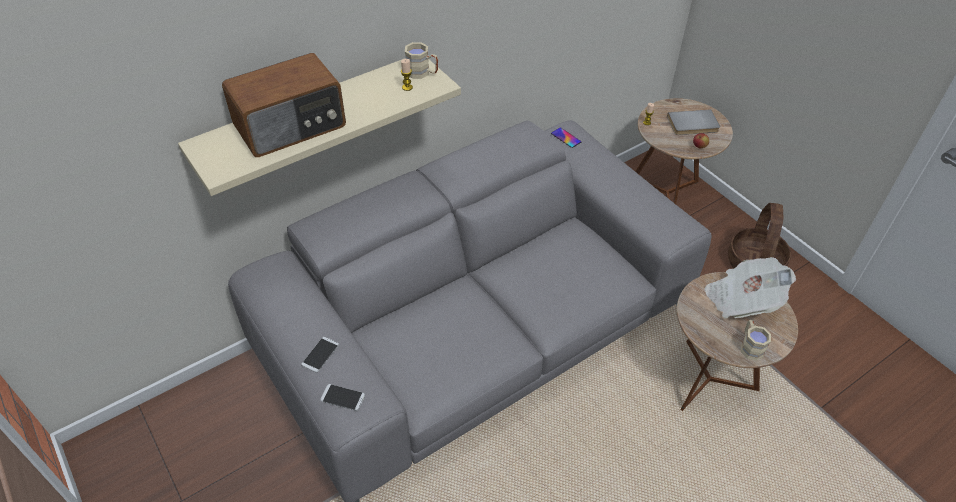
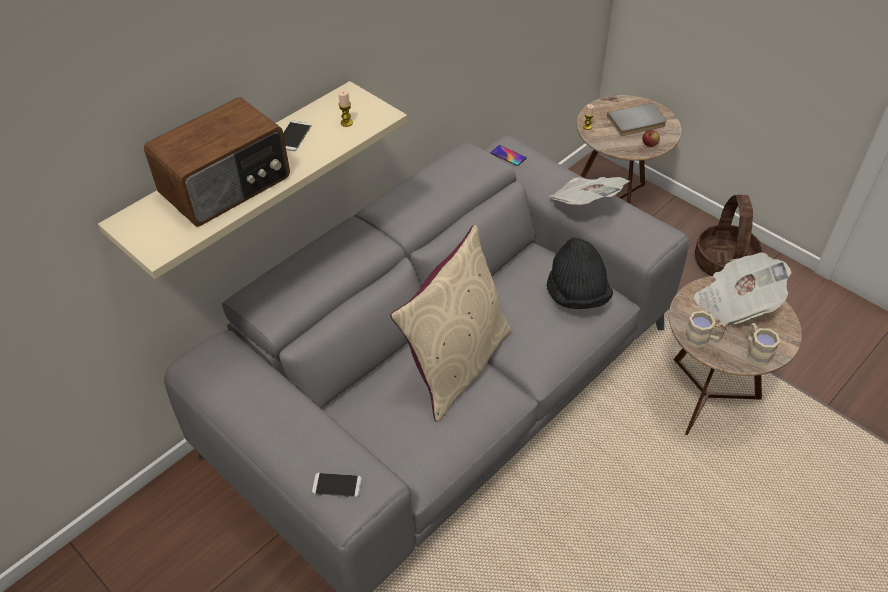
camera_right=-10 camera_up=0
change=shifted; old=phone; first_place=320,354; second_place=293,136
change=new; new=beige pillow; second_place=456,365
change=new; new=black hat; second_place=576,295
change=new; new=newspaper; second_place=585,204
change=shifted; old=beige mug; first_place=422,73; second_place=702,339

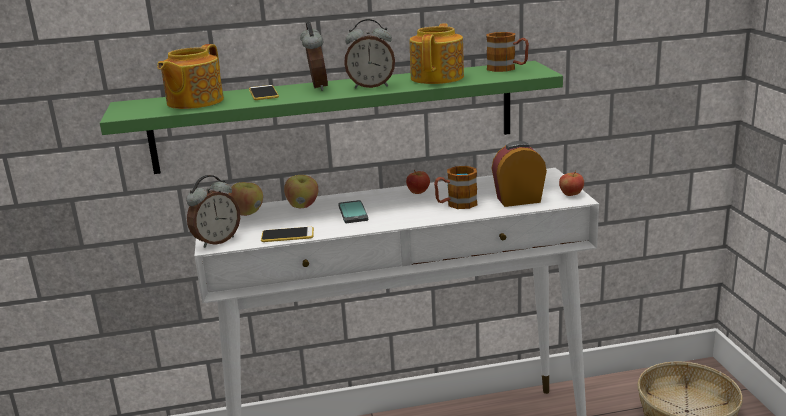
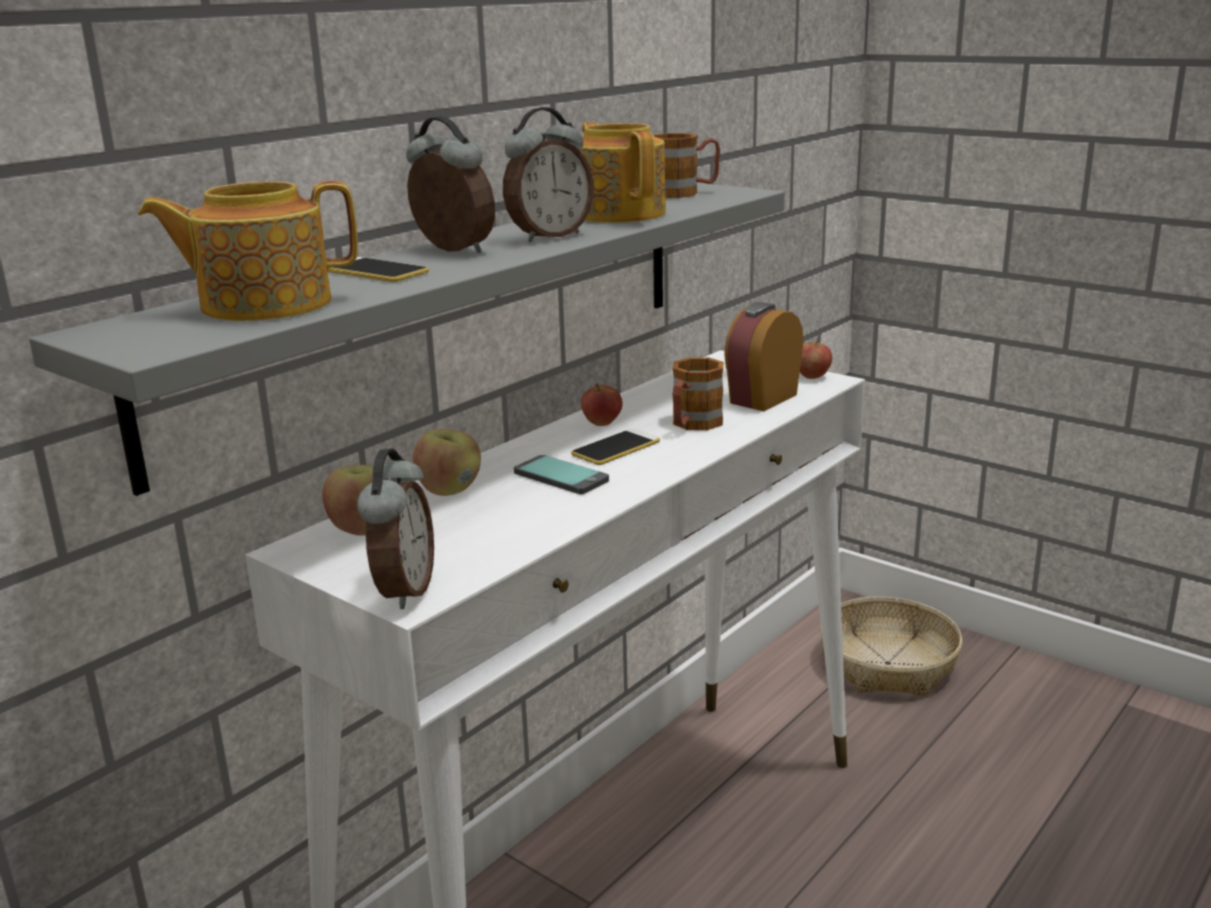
camera_right=-40 camera_up=0
change=repainted; old=green shelf; new=grey shelf; first_place=335,117; second_place=446,311
change=rotated; old=teapot; first_place=194,102; second_place=263,304; degrees=90
change=shifted; old=phone; first_place=287,235; second_place=616,448

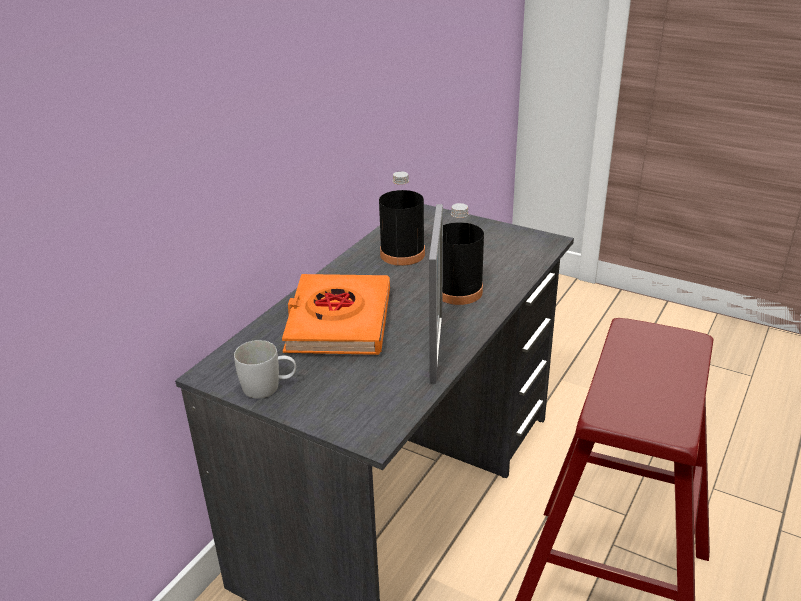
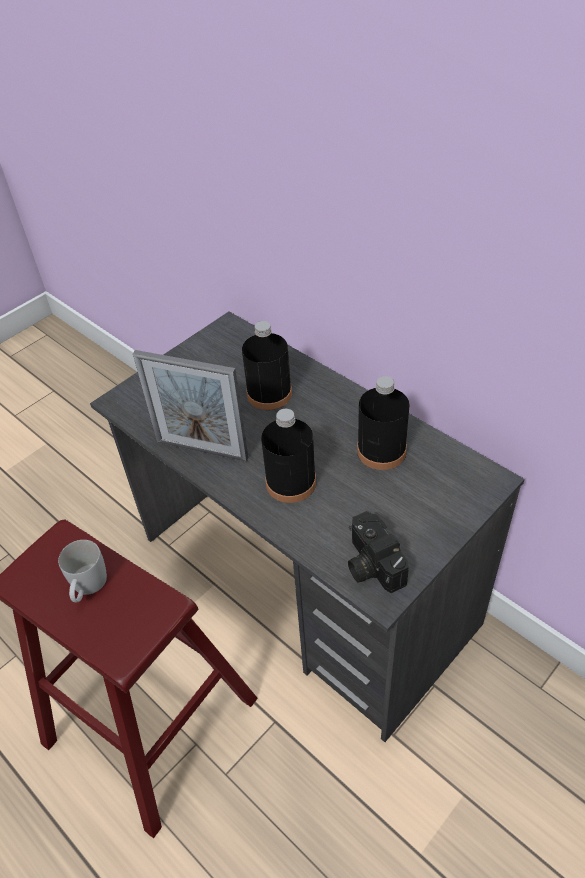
camera_right=105 camera_up=15
change=shifted; old=white mug; first_place=269,387; second_place=87,587
change=swapped; old=orange book; new=black bottle; first_place=338,321; second_place=269,394
change=new; new=photo camera; second_place=370,564

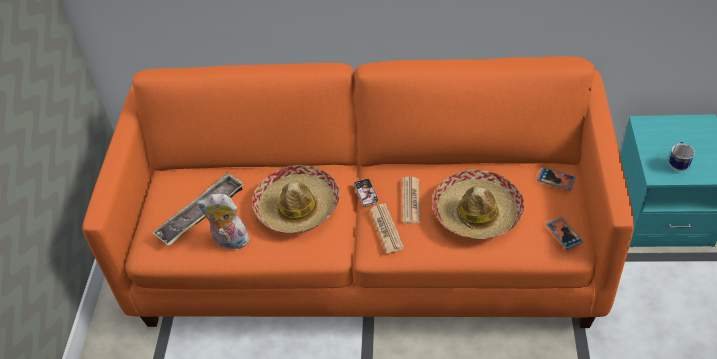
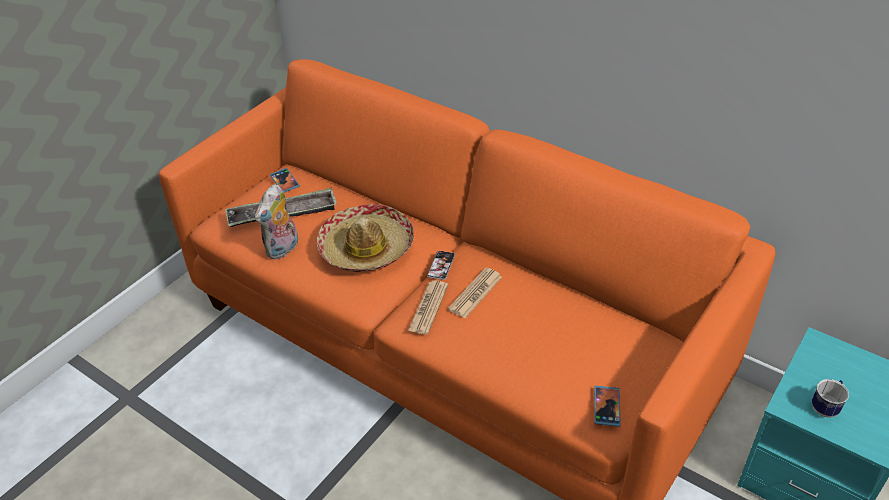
camera_right=30 camera_up=-5
change=rotated; old=plush toy; first_place=229,242; second_place=283,249; degrees=-105
change=shifted; old=phone; first_place=556,180; second_place=284,181
change=gone; old=hat; first_place=476,212

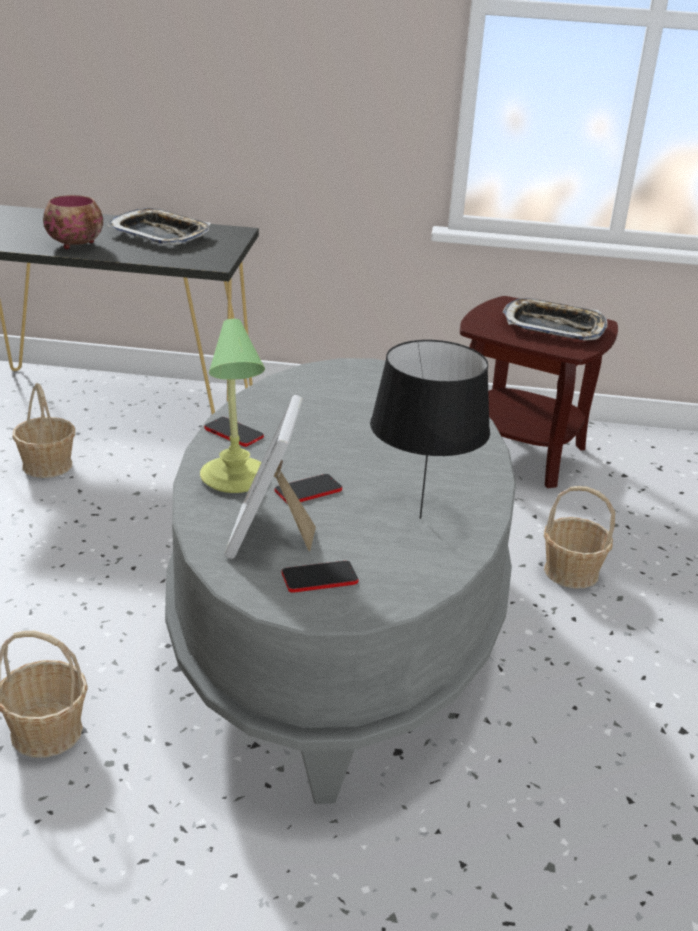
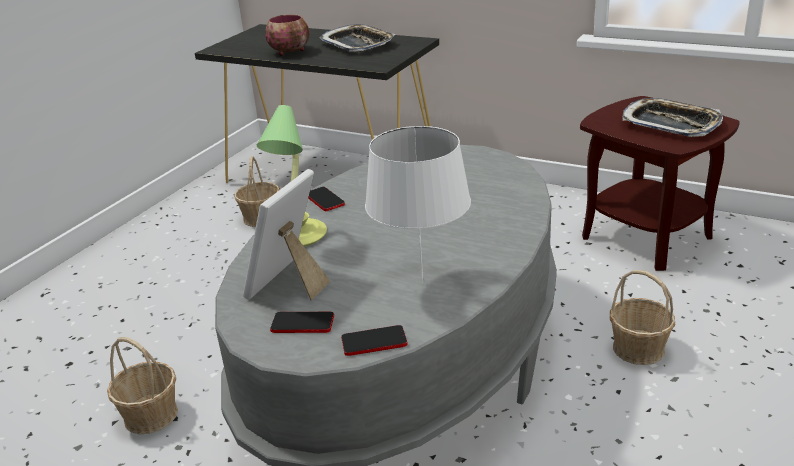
camera_right=25 camera_up=0
change=shifted; old=phone; first_place=308,490; second_place=374,342
change=repainted; old=black table lamp; new=white table lamp; first_place=418,518; second_place=421,282

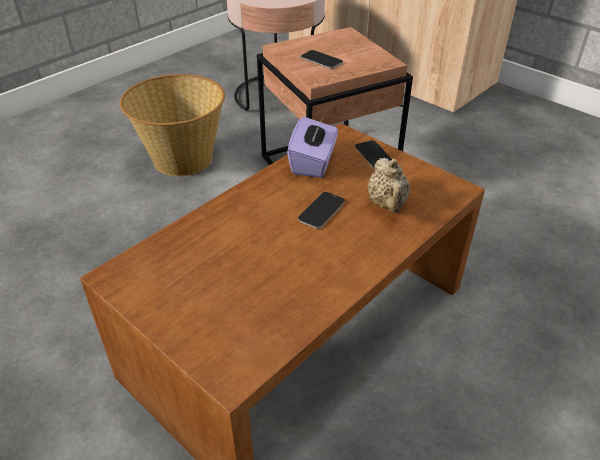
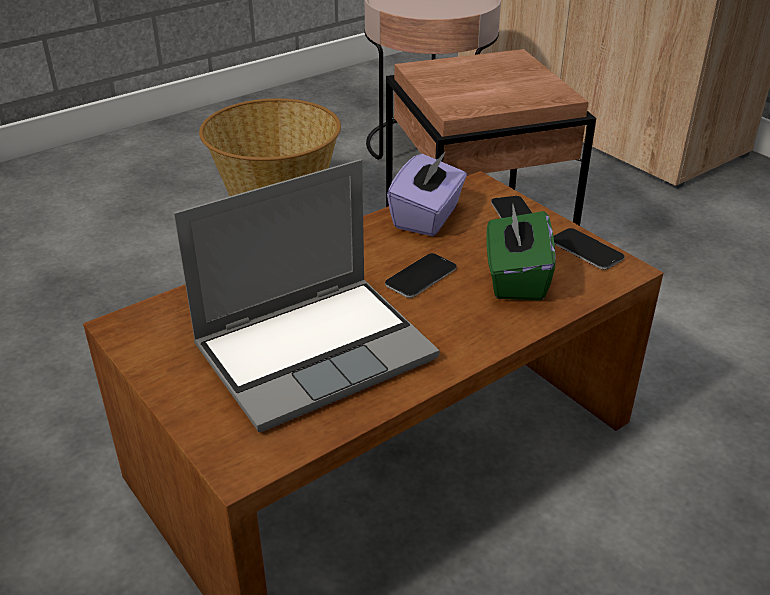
camera_right=10 camera_up=-5
change=new; new=laptop; second_place=316,351
change=swapped; old=beige teapot; new=green tissue box; first_place=387,205; second_place=515,278
change=shifted; old=phone; first_place=321,60; second_place=586,250

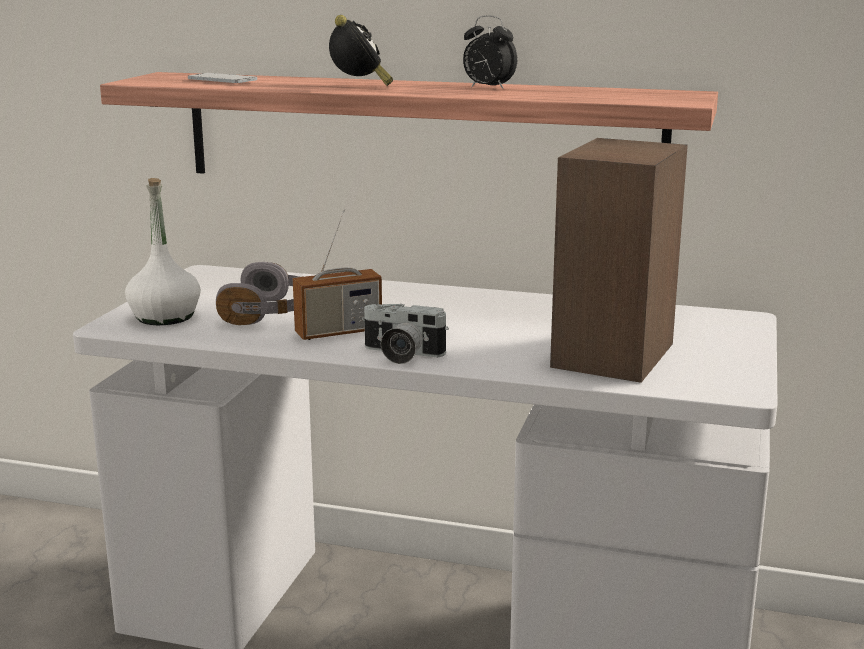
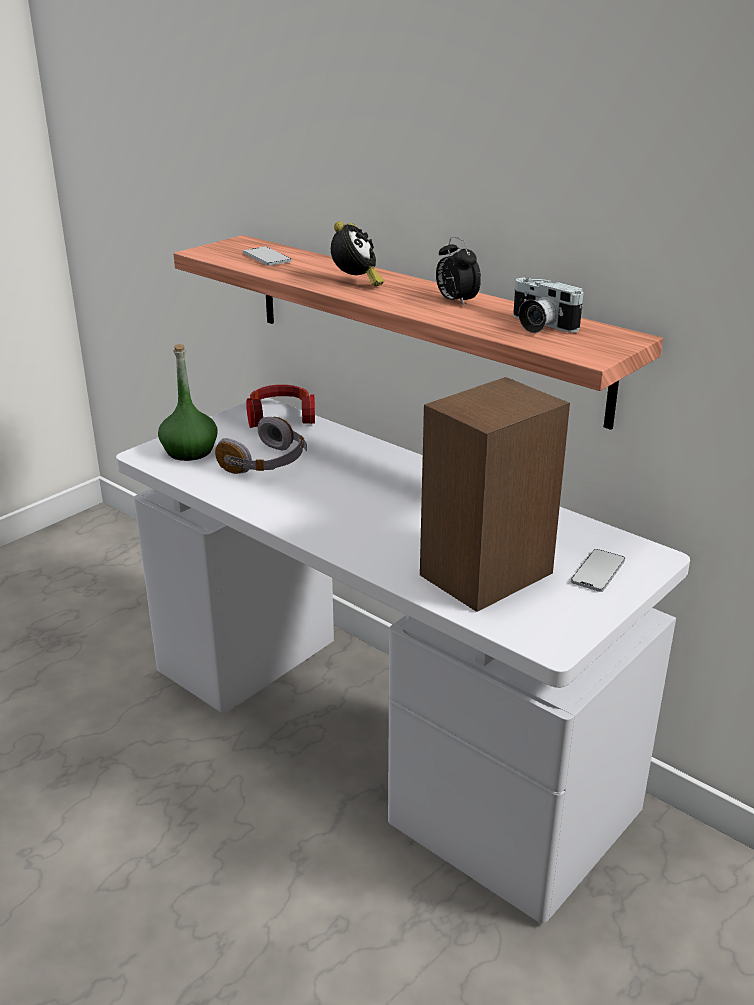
camera_right=25 camera_up=10
change=repainted; old=white bottle; new=green bottle; first_place=165,317; second_place=190,451
change=new; new=headphones; second_place=280,416
change=shifted; old=photo camera; first_place=401,354; second_place=539,326
change=new; new=phone; second_place=598,571
change=gone; old=radio; first_place=338,332

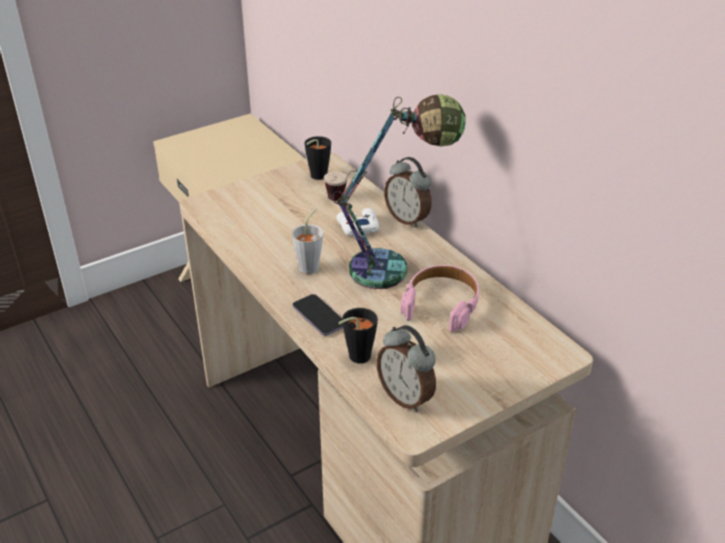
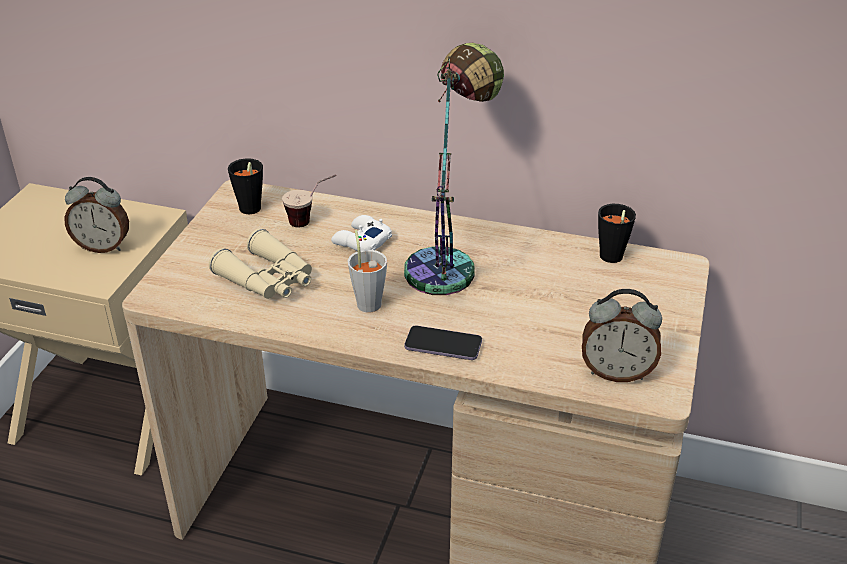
camera_right=-40 camera_up=0
change=shifted; old=alarm clock; first_place=408,219; second_place=103,246
change=new; new=beige binoculars; second_place=268,280
change=shifted; old=black cup; first_place=355,358; second_place=610,259
change=gone; old=pink headphones; first_place=441,304

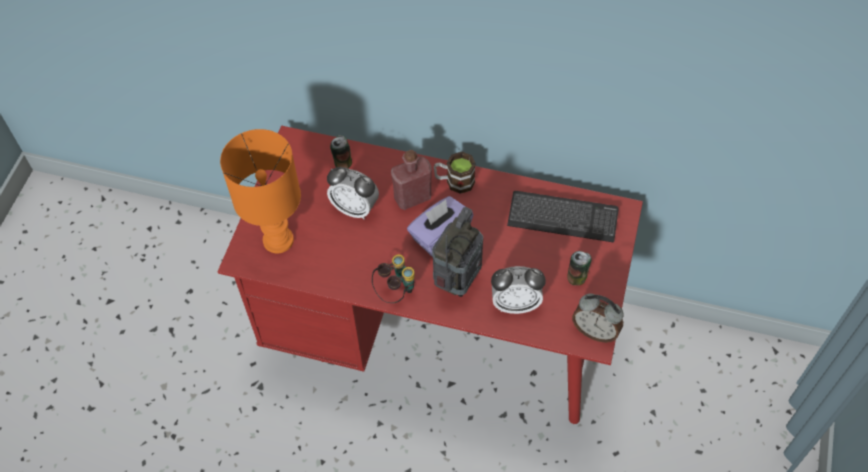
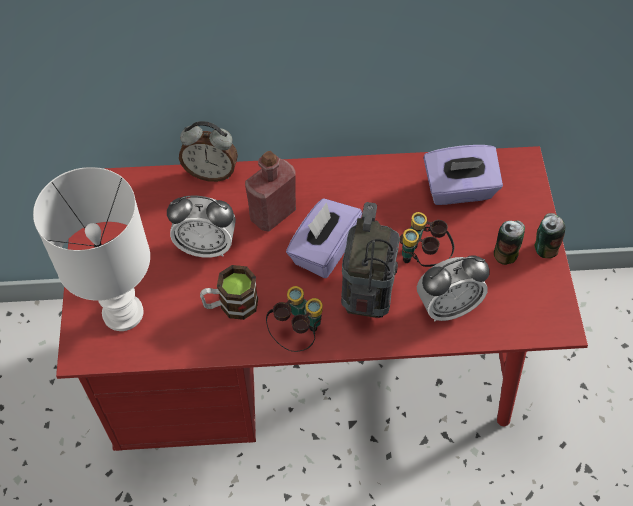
camera_right=-20 camera_up=0
change=repainted; old=orange table lamp; new=white table lamp; first_place=279,240; second_place=124,312
change=shifted; old=alarm clock; first_place=595,331; second_place=211,172
change=shifted; old=mug; first_place=454,181; second_place=231,305
change=new; new=binoculars; second_place=423,258
change=swapped; old=keyboard; new=purple tissue box; first_place=562,218; second_place=459,190
change=shifted; old=can; first_place=342,163; second_place=544,248

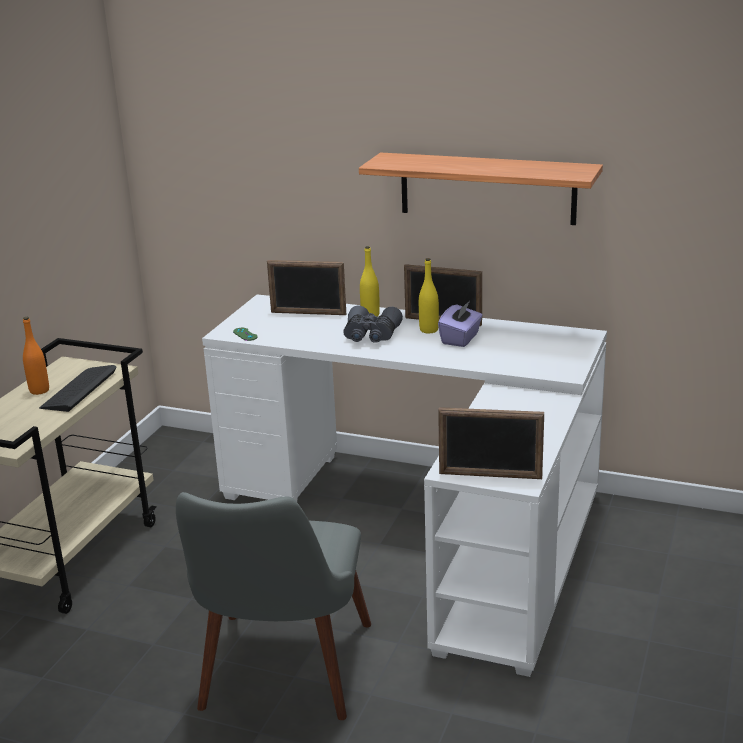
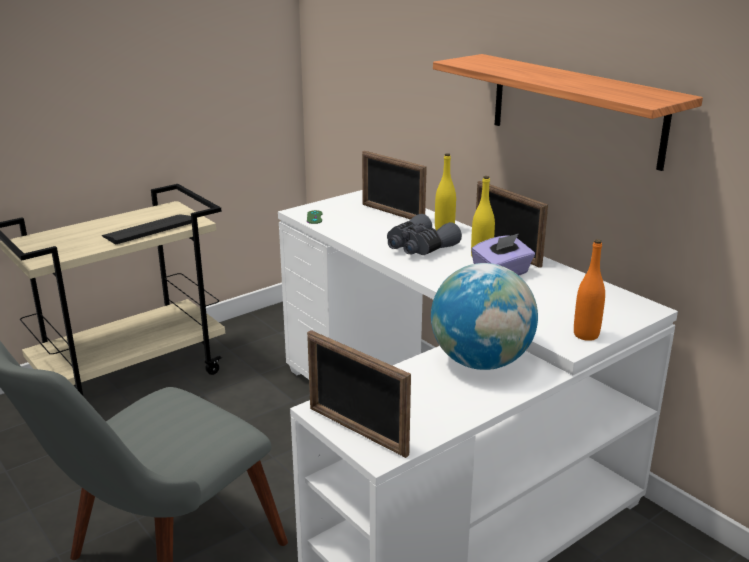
camera_right=30 camera_up=0
change=new; new=globe; second_place=481,362
change=shifted; old=orange bottle; first_place=39,390; second_place=586,335

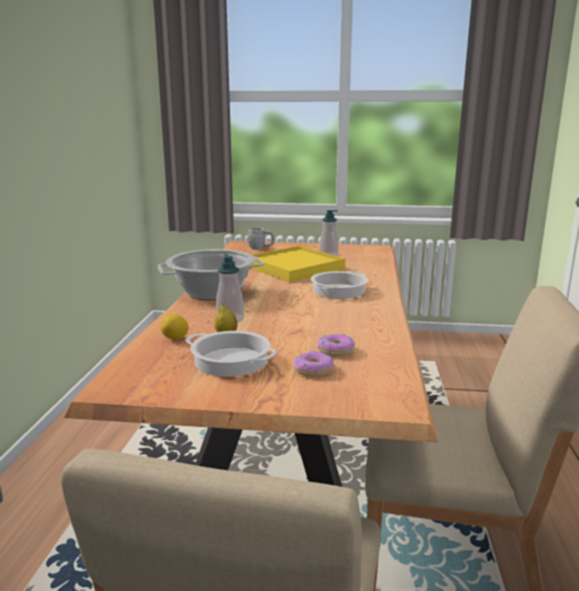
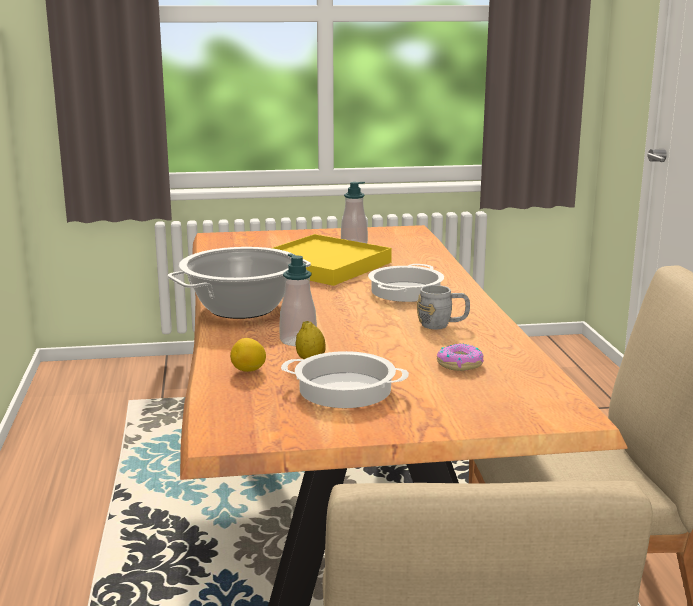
camera_right=-15 camera_up=0
change=shifted; old=grey mug; first_place=260,248; second_place=442,325
change=gone; old=donut; first_place=313,369

